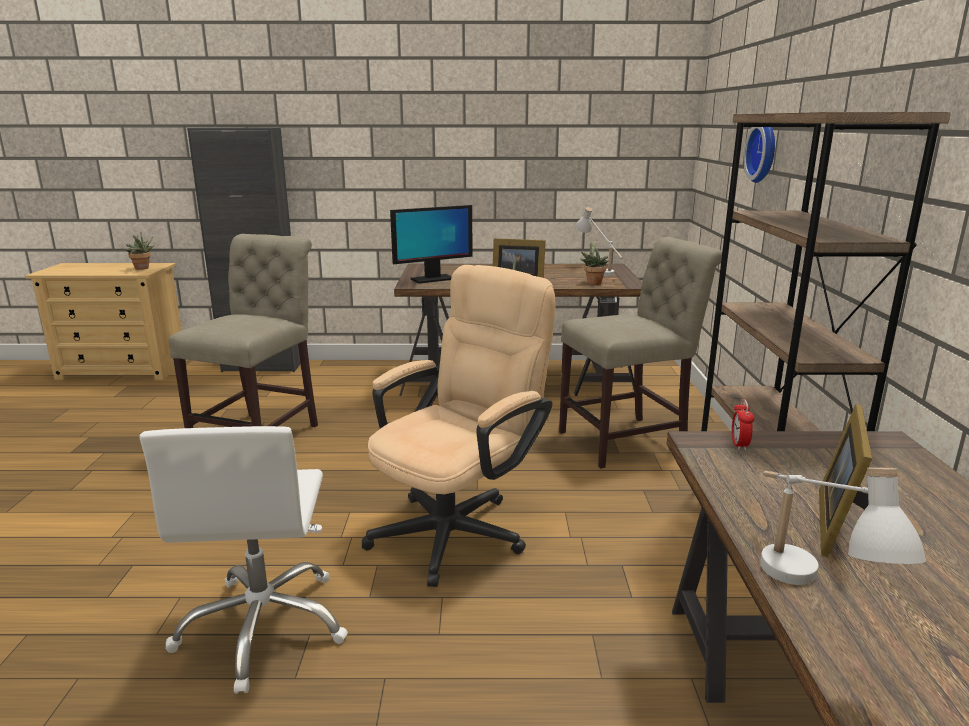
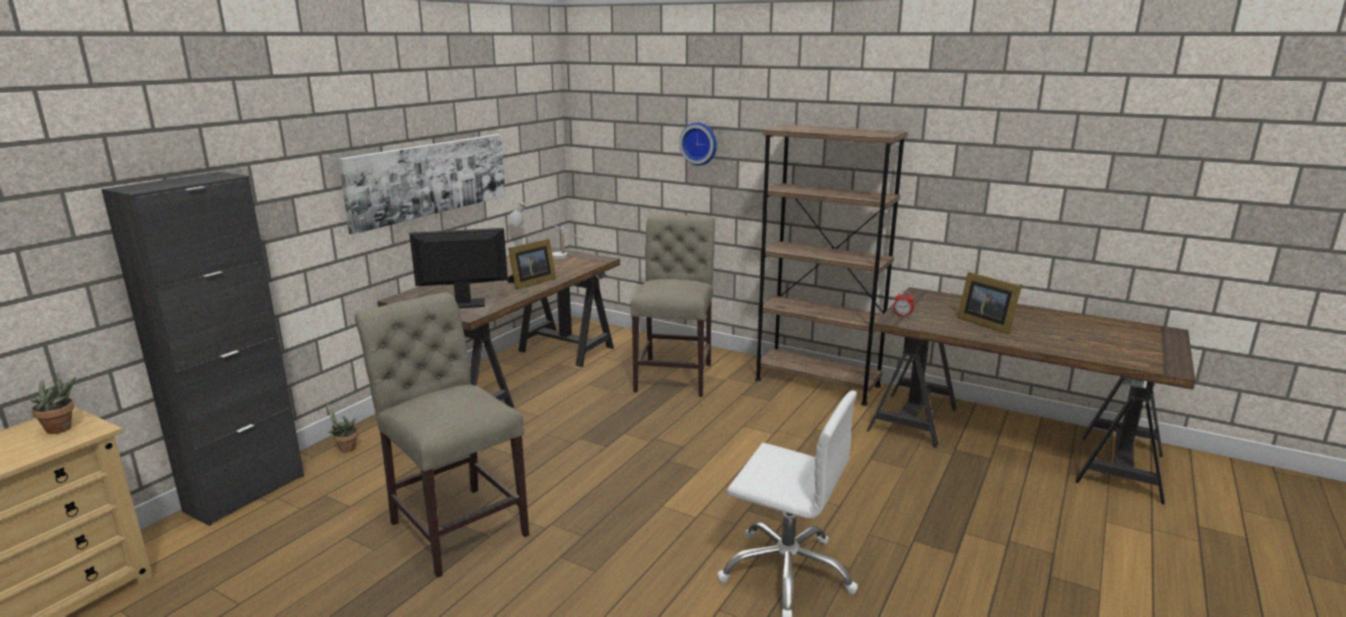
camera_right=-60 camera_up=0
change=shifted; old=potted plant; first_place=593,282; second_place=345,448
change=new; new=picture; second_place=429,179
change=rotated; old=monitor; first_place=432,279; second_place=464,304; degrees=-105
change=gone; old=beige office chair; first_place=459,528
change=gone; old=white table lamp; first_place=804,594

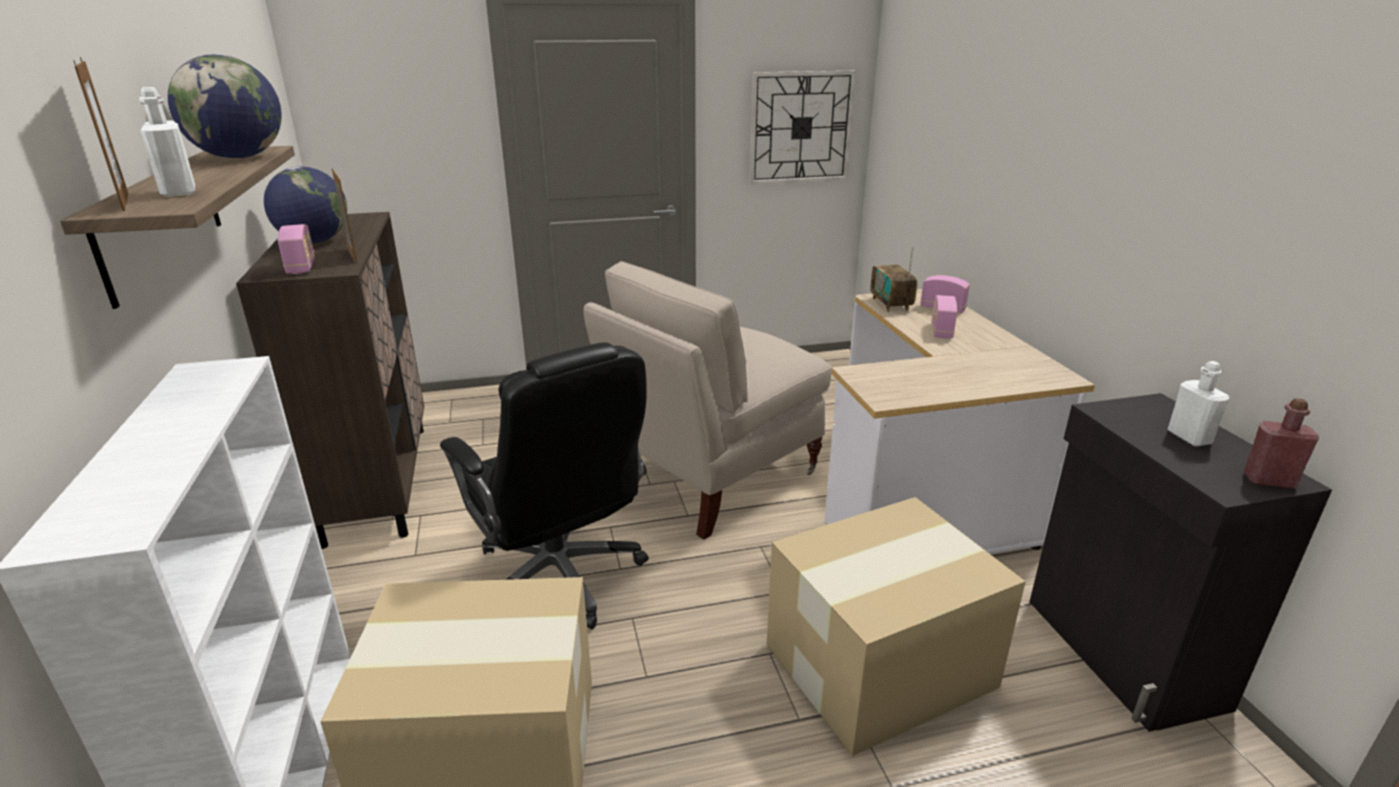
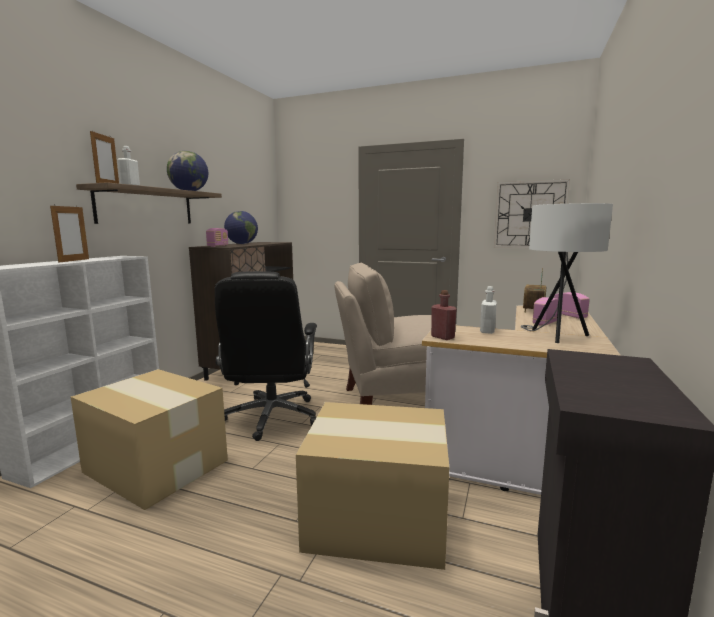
camera_right=35 camera_up=-15
change=shifted; old=picture frame; first_place=352,255; second_place=74,260
change=shifted; old=red bottle; first_place=1269,480; second_place=442,337
change=shifted; old=white bottle; first_place=1189,437; second_place=487,331
change=new; new=white table lamp; second_place=556,336

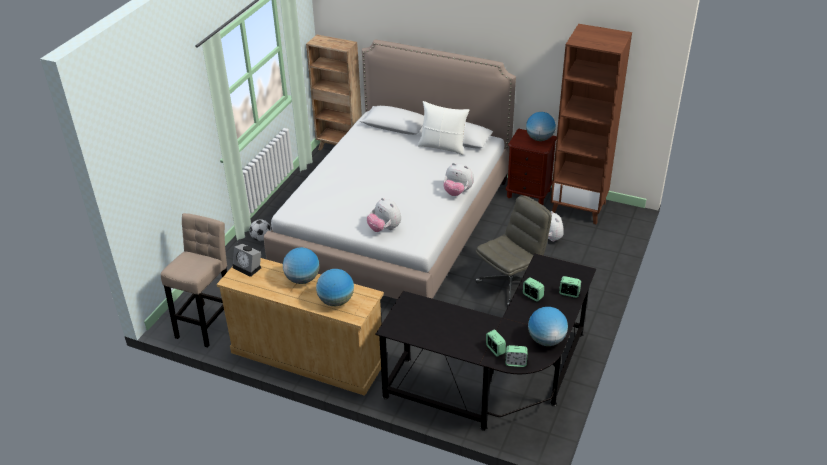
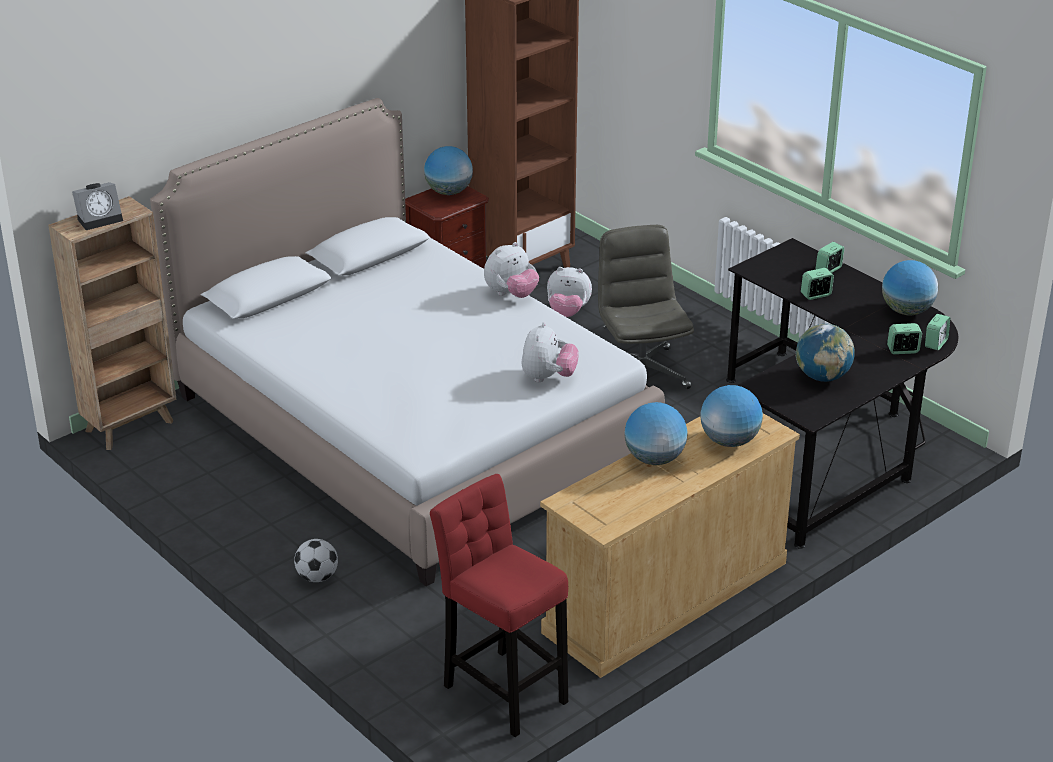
camera_right=-65 camera_up=-5
change=shifted; old=alarm clock; first_place=248,267; second_place=100,219
change=repainted; old=beige stool; new=red stool; first_place=208,322; second_place=502,689
change=rotated; old=plush toy; first_place=384,229; second_place=548,377; degrees=-60
change=new; new=globe; second_place=822,377
change=gone; old=white pillow; first_place=442,147

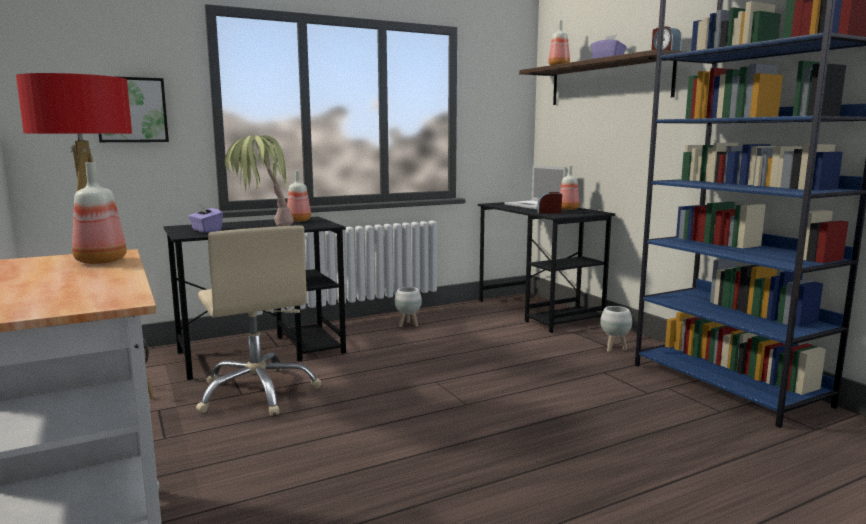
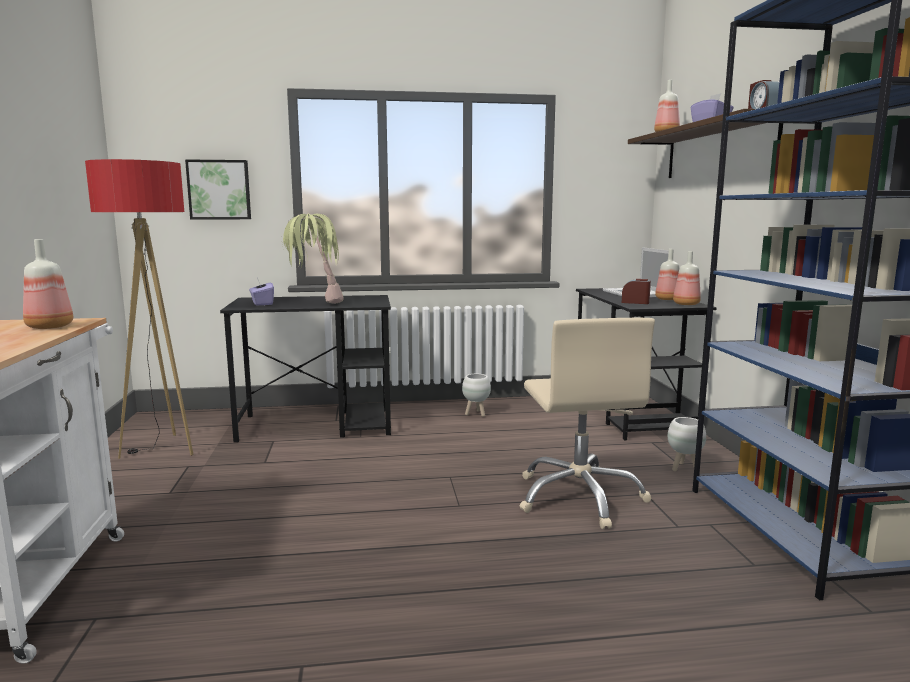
camera_right=20 camera_up=0
change=shifted; old=beige office chair; first_place=258,392; second_place=580,497
change=shifted; old=bottle; first_place=298,220; second_place=685,304

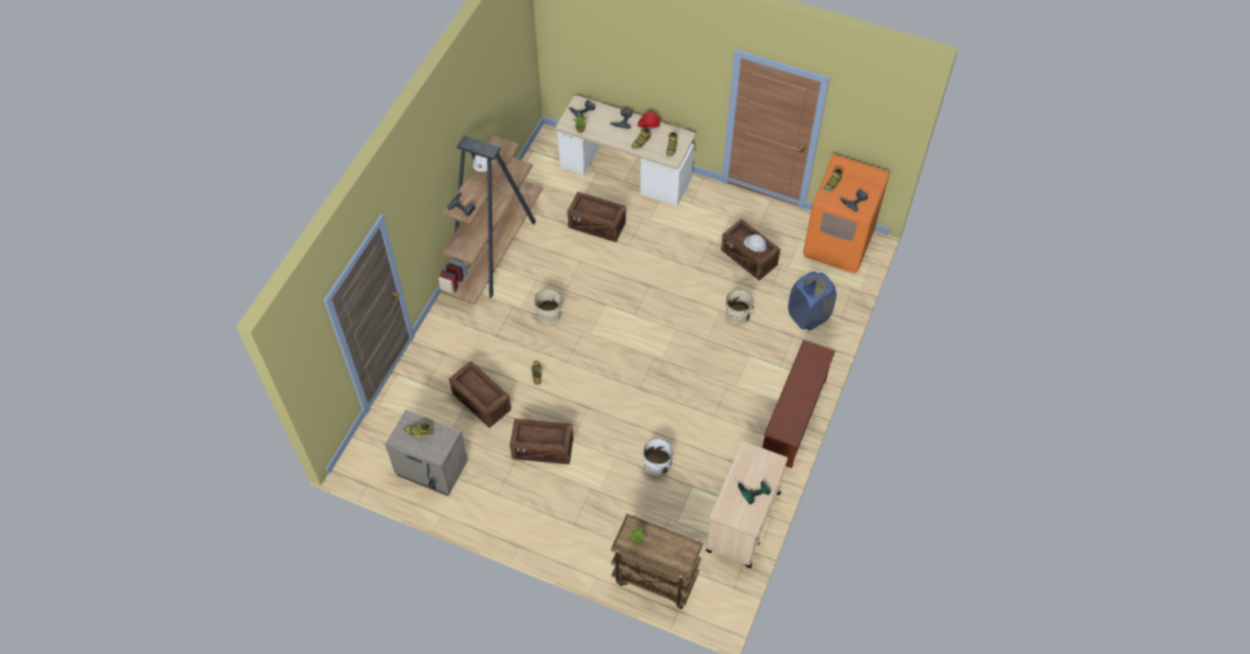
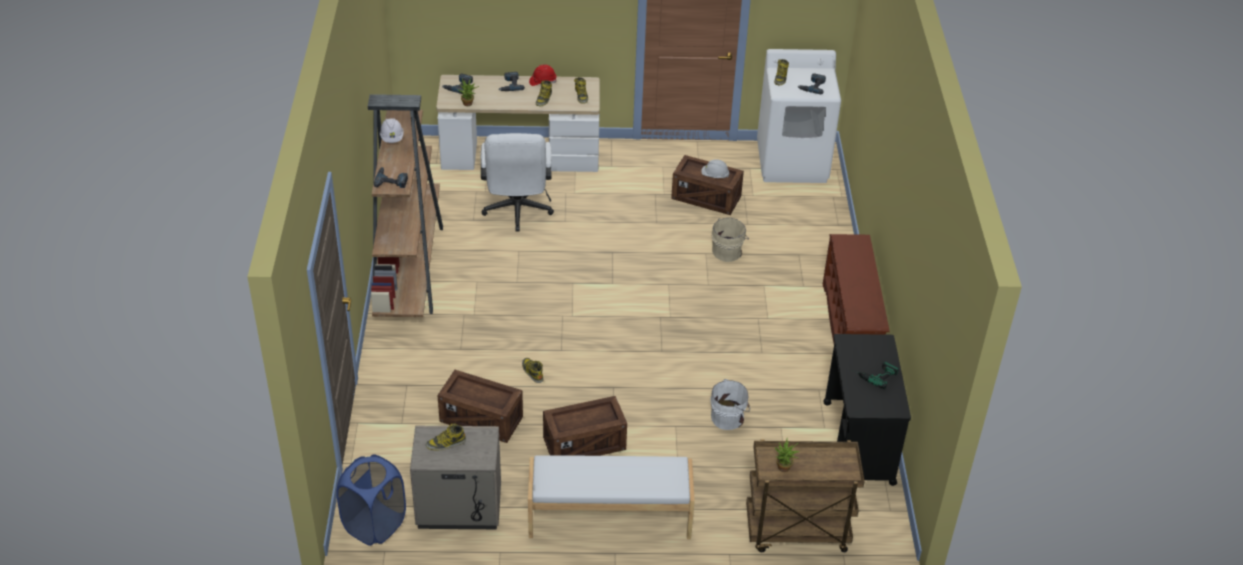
camera_right=-25 camera_up=-15
change=shifted; old=blue laundry basket; first_place=808,315; second_place=374,525
change=swapped; old=crate; new=white office chair; first_place=597,225; second_place=517,212
change=new; new=white bench; second_place=609,518
change=repainted; old=orange washing machine; new=white washing machine; first_place=838,245; second_place=792,162
change=repainted; old=beige cart; new=black cart; first_place=742,522; second_place=858,443
change=gone; old=beige bucket; first_place=549,313

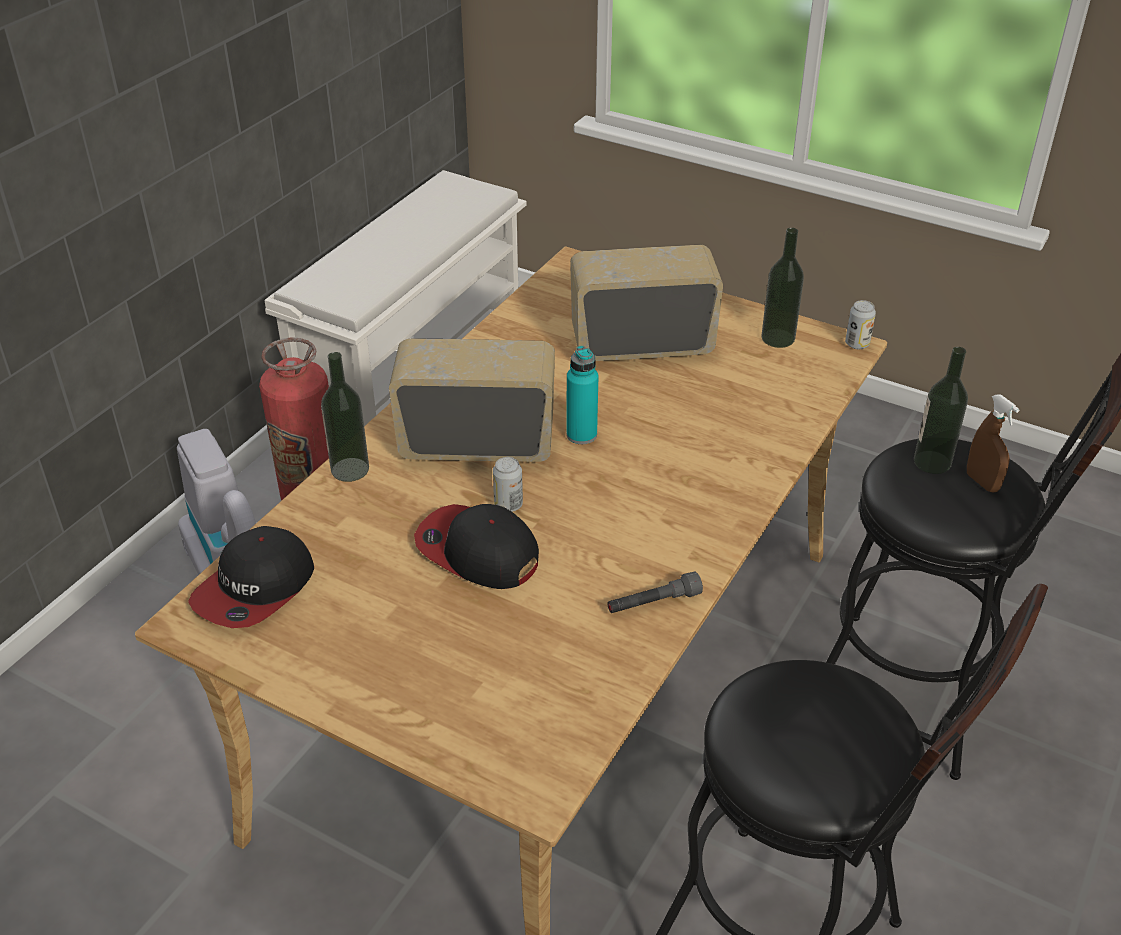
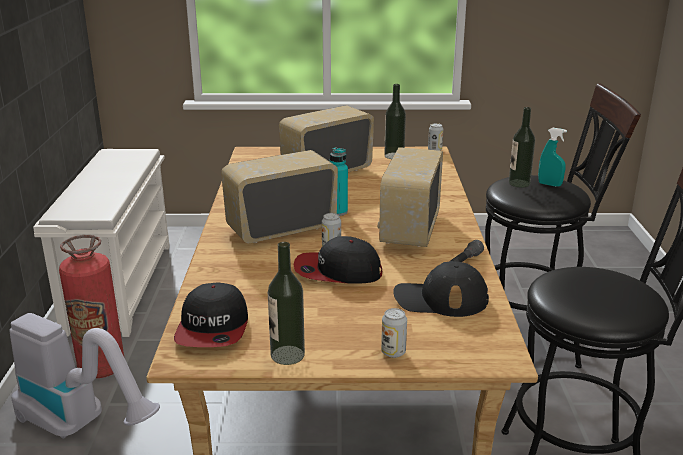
camera_right=-30 camera_up=-15
change=shifted; old=bottle; first_place=350,469; second_place=287,355
change=new; new=radio; second_place=409,229
change=new; new=can; second_place=393,352
change=new; new=black cap; second_place=440,299
change=repainted; old=brown spray bottle; new=turquoise spray bottle; first_place=982,482; second_place=549,184

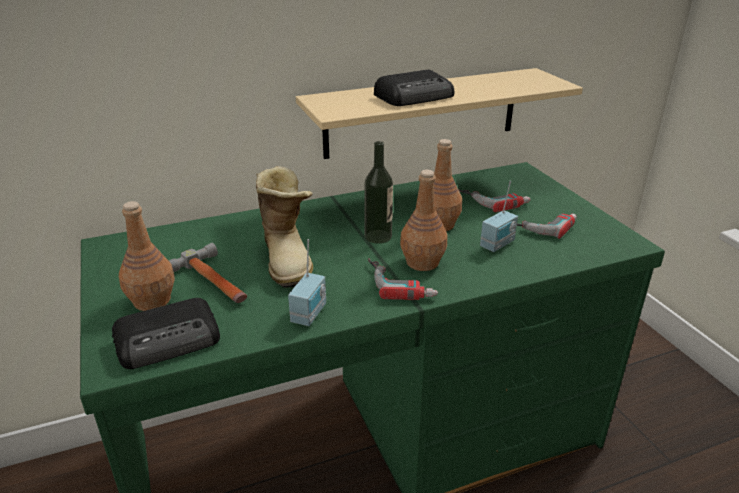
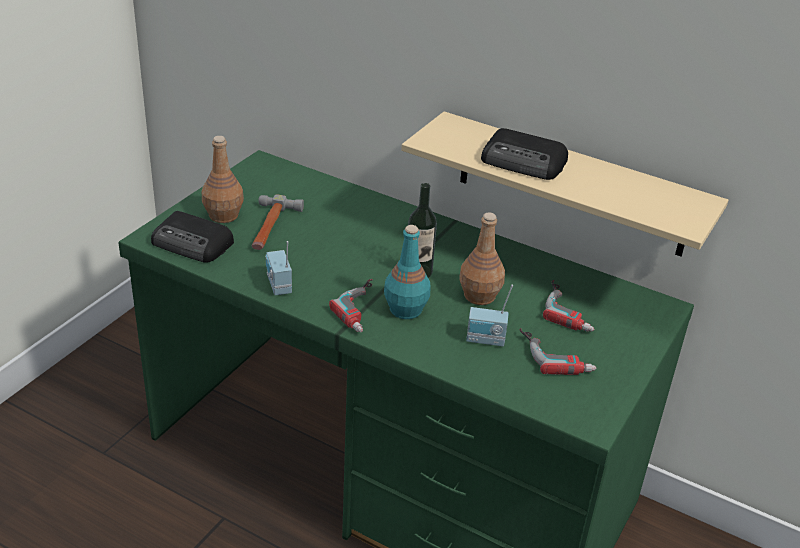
camera_right=50 camera_up=5
change=rotated; old=radio; first_place=310,314; second_place=278,285; degrees=90
change=repainted; old=brown bottle; new=turquoise bottle; first_place=422,262; second_place=405,309
change=gone; old=boot; first_place=288,258

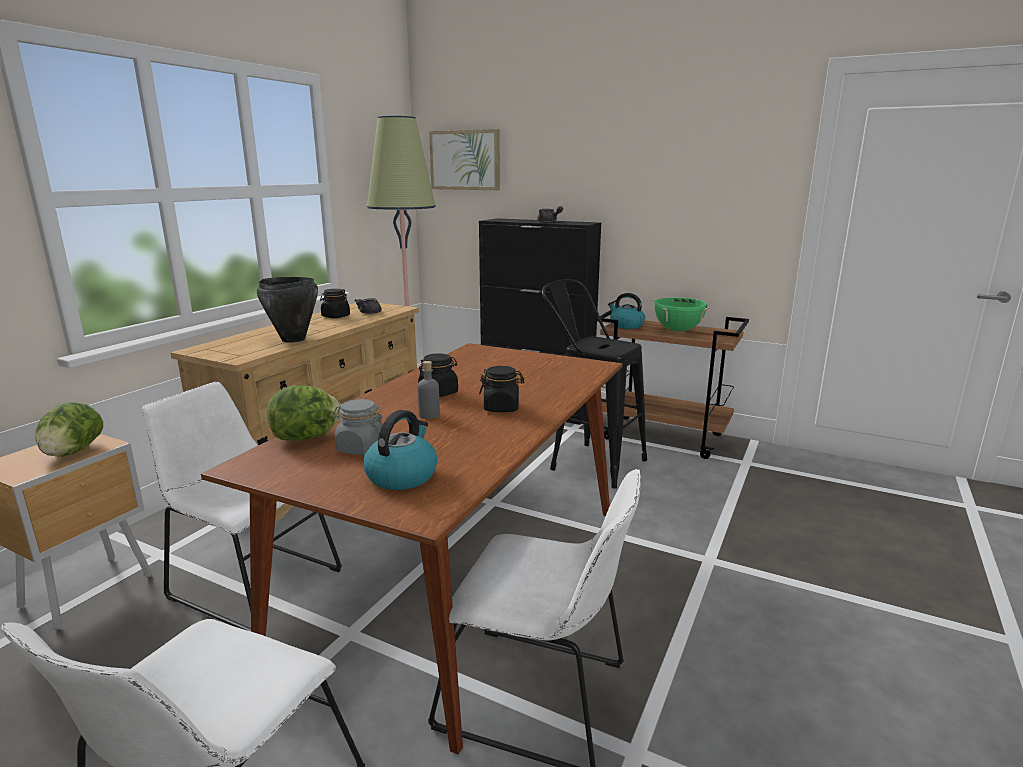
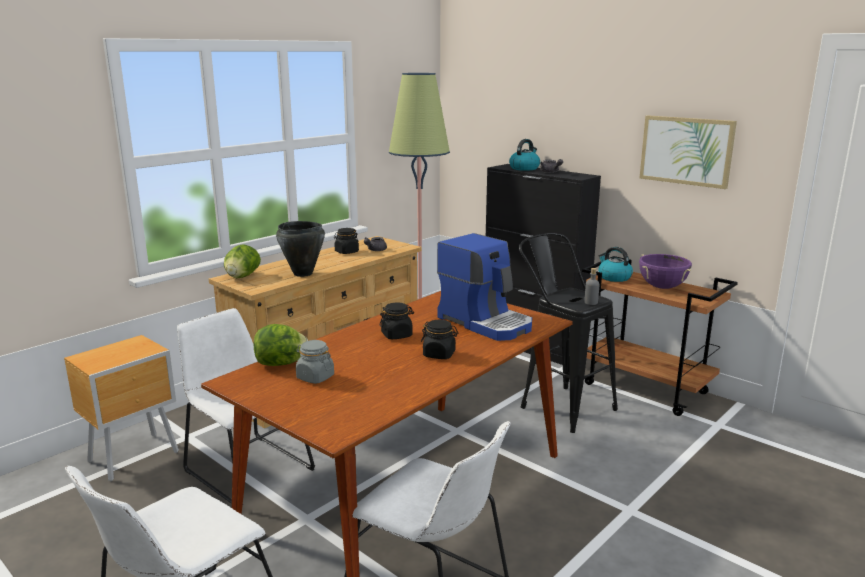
camera_right=15 camera_up=0
change=shifted; old=lettuce; first_place=73,452; second_place=242,277
change=new; new=coffee machine; second_place=486,322
change=shifted; old=kettle; first_place=402,475; second_place=524,168
change=shifted; old=grey bottle; first_place=429,415; second_place=591,302
change=repainted; old=green cooking pot; new=purple cooking pot; first_place=678,330; second_place=662,287
change=shifted; old=picture; first_place=465,160; second_place=686,151

